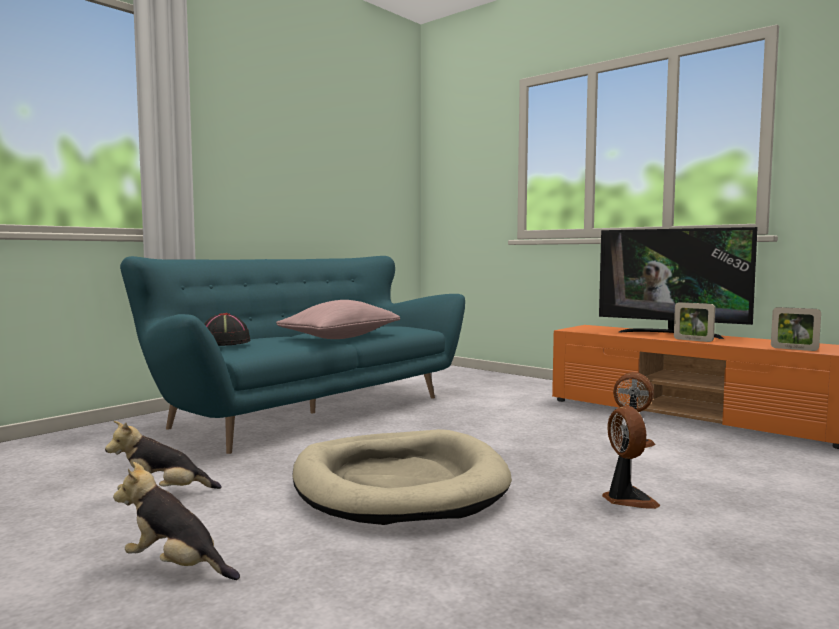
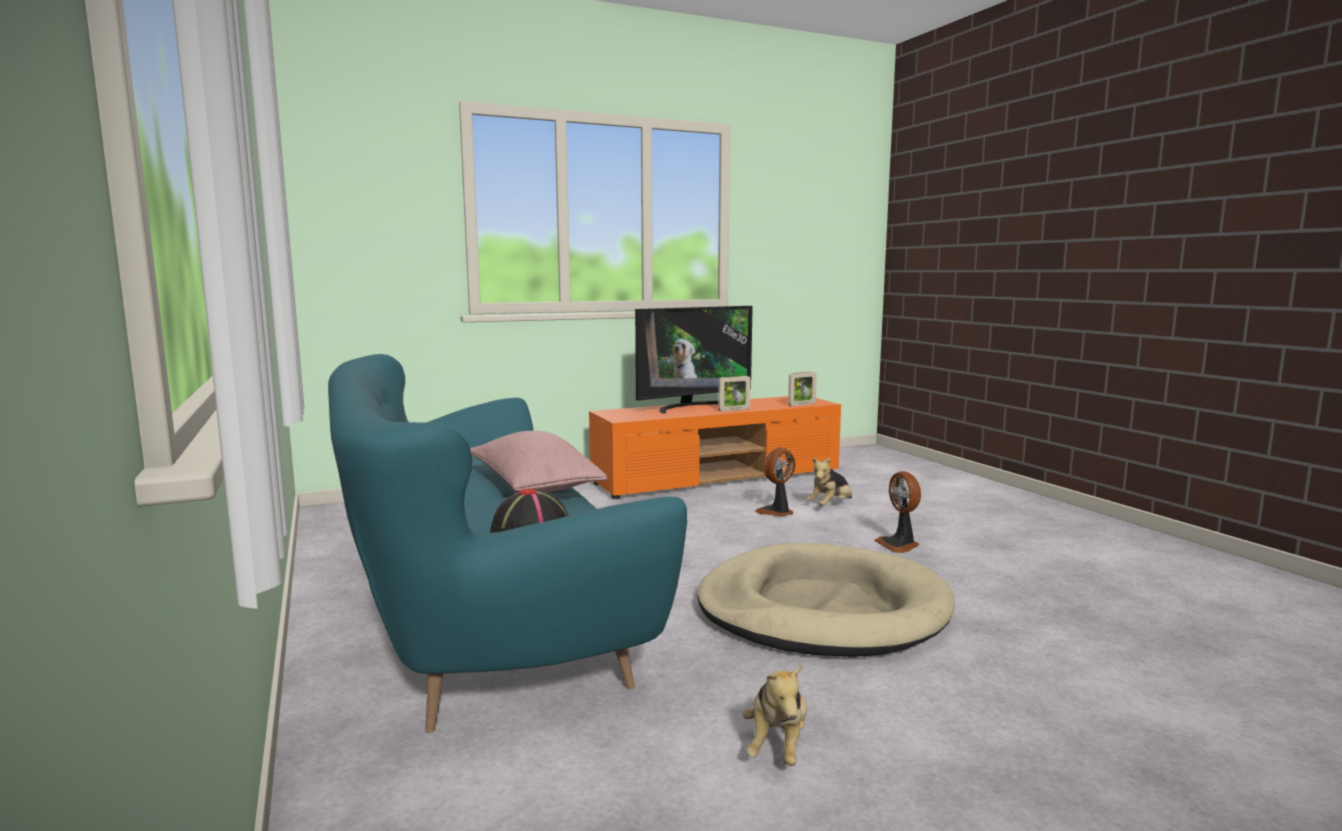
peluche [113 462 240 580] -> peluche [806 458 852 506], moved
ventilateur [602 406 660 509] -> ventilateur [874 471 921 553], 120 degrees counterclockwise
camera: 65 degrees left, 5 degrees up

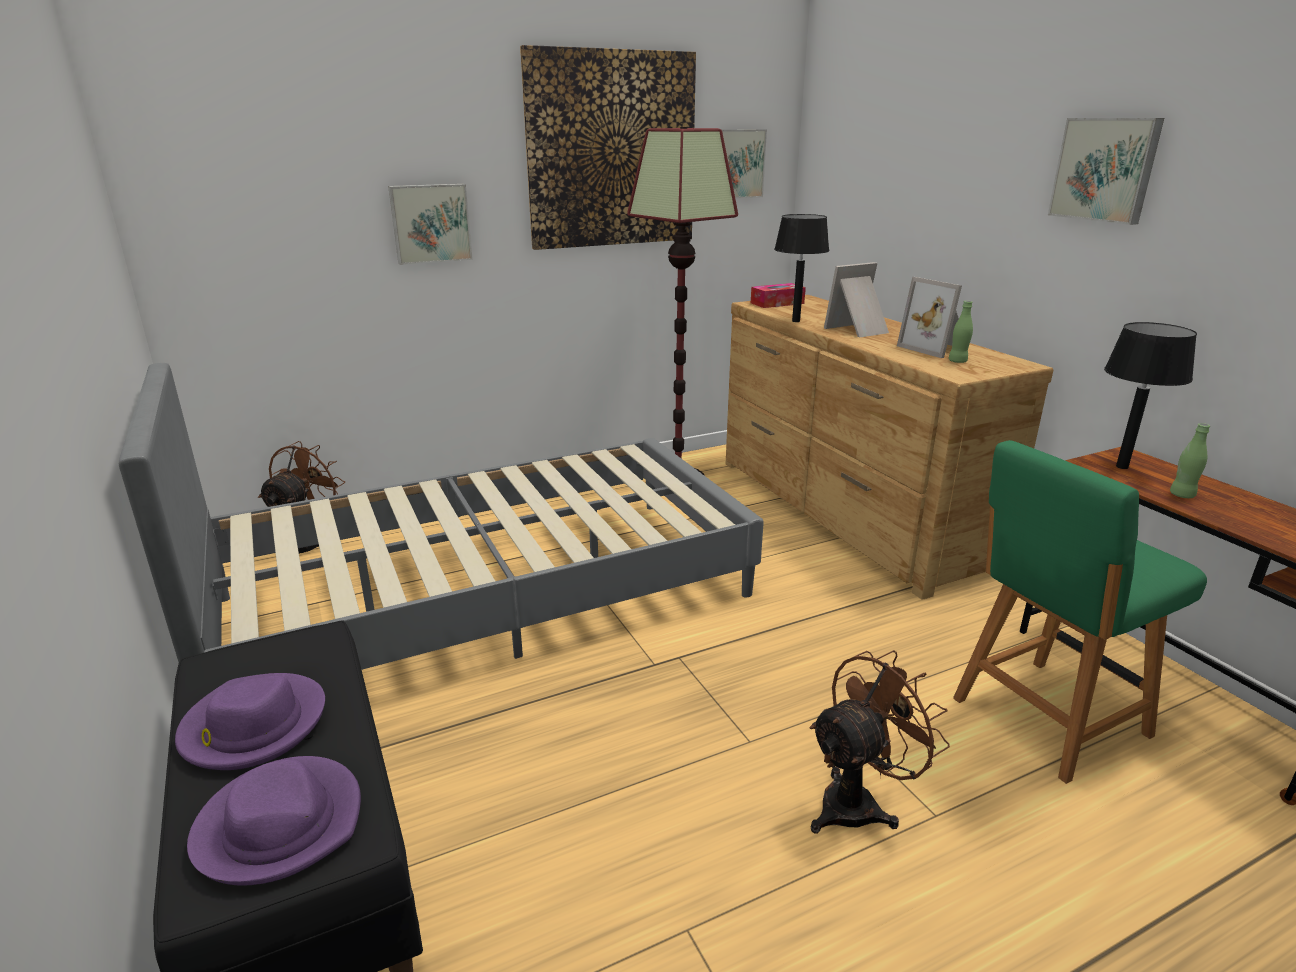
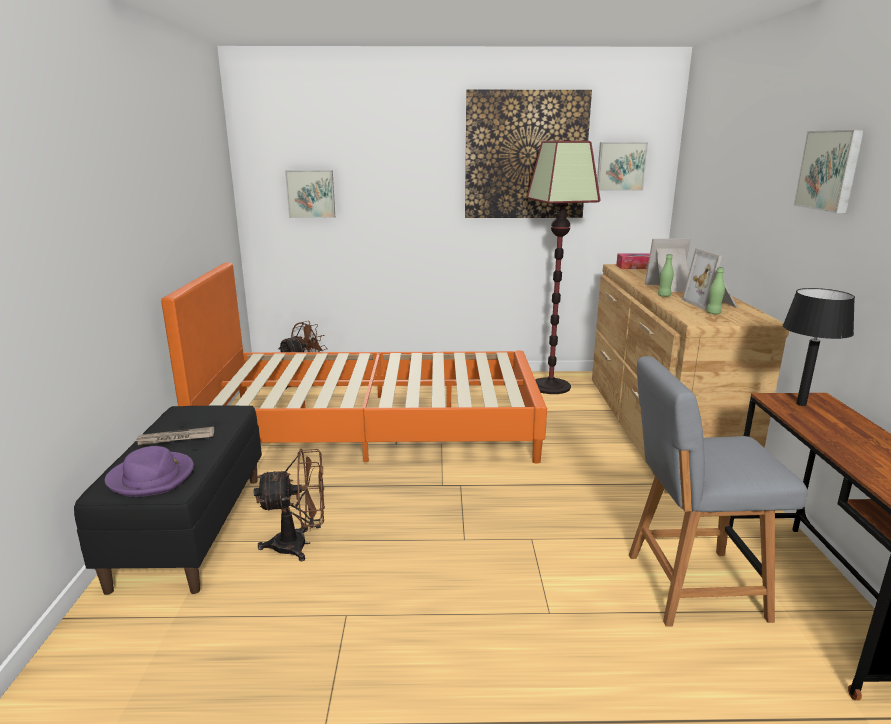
lampe de table [noir] [774 214 829 322] -> none
tableau [388 184 473 265] -> tableau [285 170 335 218], moved
ventilateur [marron] [810 650 950 833] -> ventilateur [marron] [254 449 325 561], moved
bouteille [vert] [1170 423 1210 498] -> bouteille [vert] [658 254 674 297], moved
chapeau [violet] [175 673 325 770] -> journal [135 427 214 445]
lit [gris] [119 363 764 670] -> lit [orange] [161 263 547 463]
chaise [vert] [953 440 1207 784] -> chaise [gris] [629 356 808 627]
camera: 25 degrees right, 5 degrees down

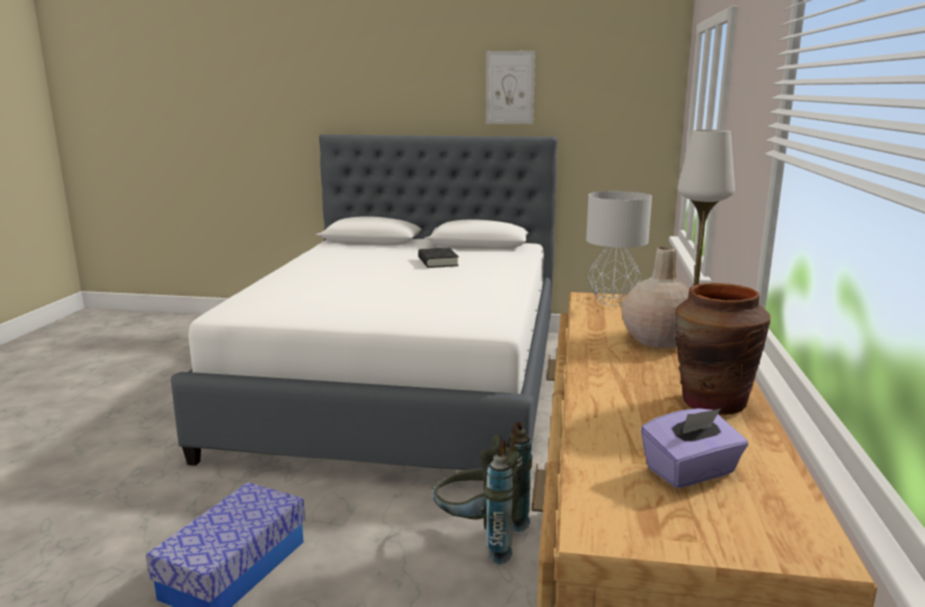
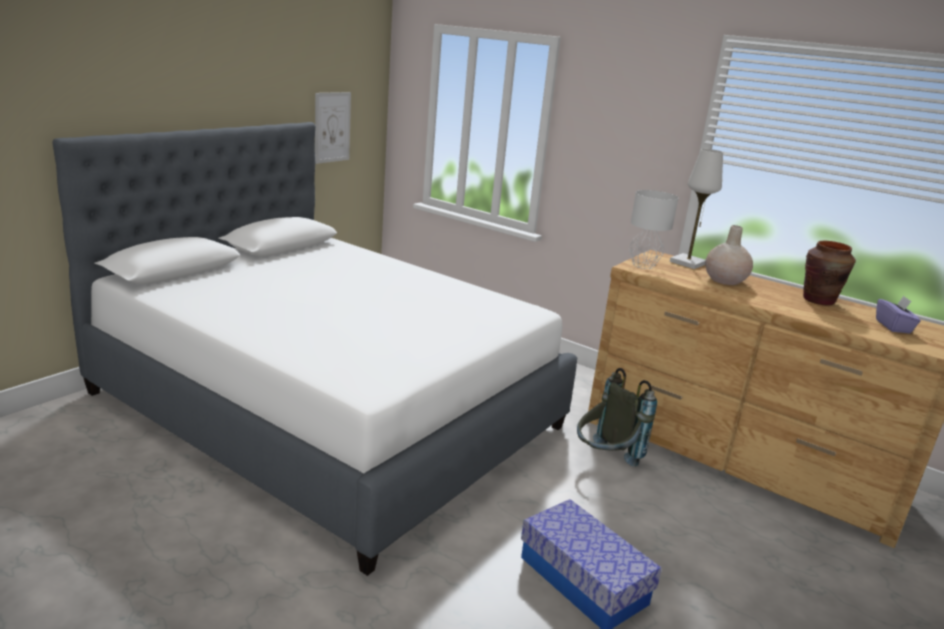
livre [noir] [418 247 459 268] -> none
tableau [486 51 535 124] -> tableau [315 92 351 164], moved
camera: 65 degrees left, 5 degrees up

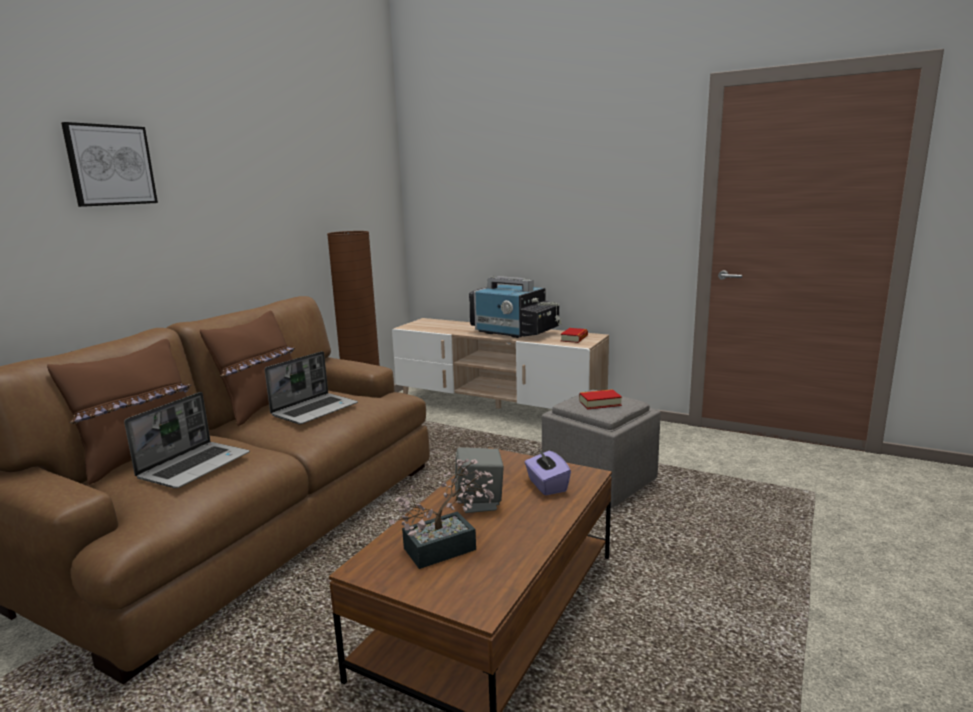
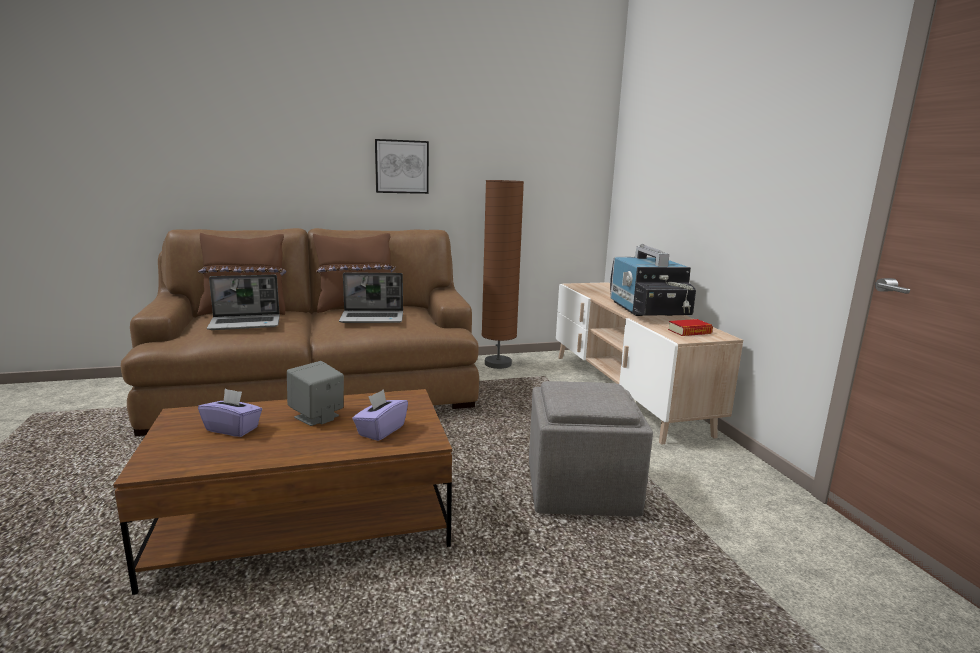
livre [579 389 622 409] -> none
tableau [61 122 158 207] -> tableau [375 139 429 194], moved
plante en pot [388 459 494 569] -> boîte à mouchoirs [violet] [198 388 262 437]
camera: 45 degrees right, 0 degrees up

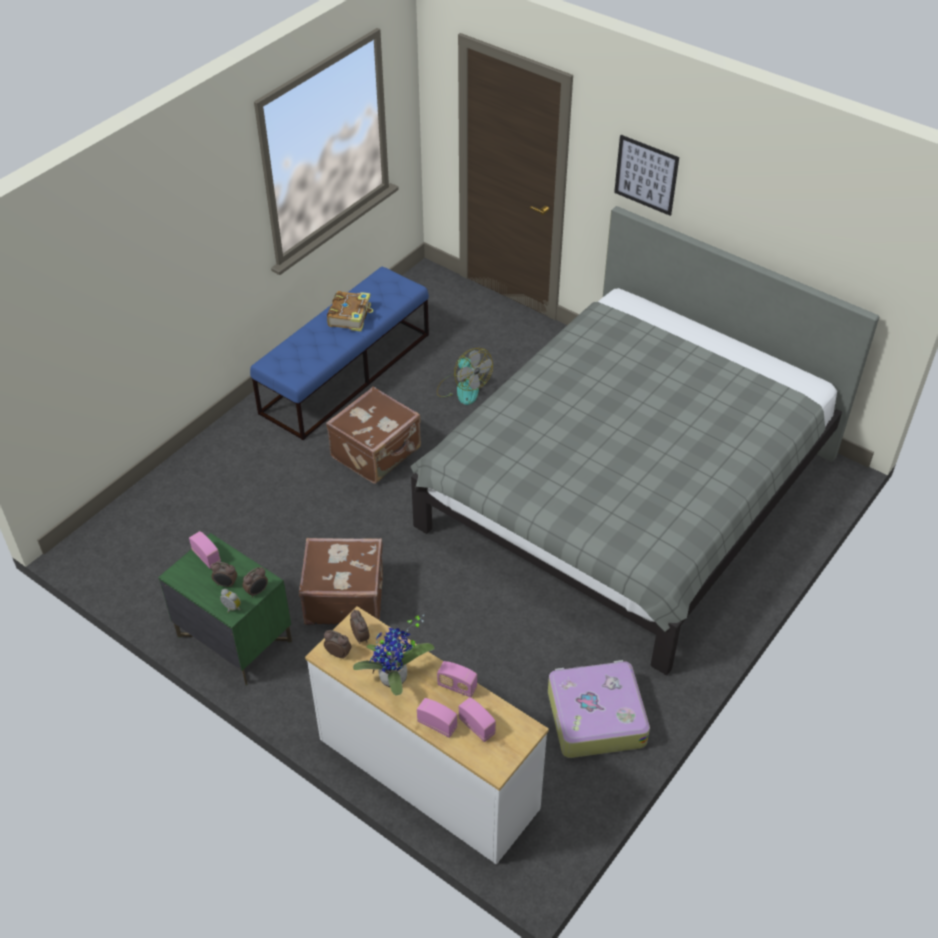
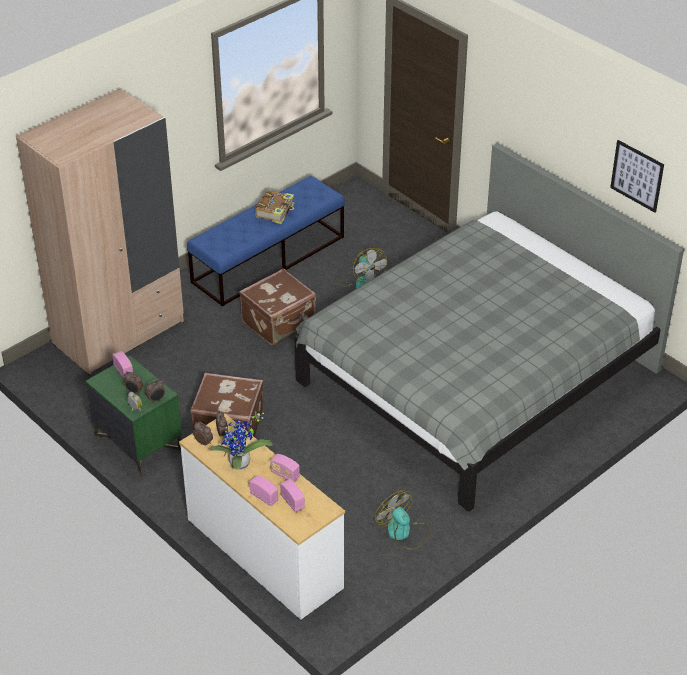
none -> armoire [beige] [16 88 184 375]
tableau [614 135 679 216] -> tableau [610 140 664 213], moved
valise [548 660 650 758] -> ventilateur [375 490 430 550]
camera: 10 degrees right, 5 degrees down

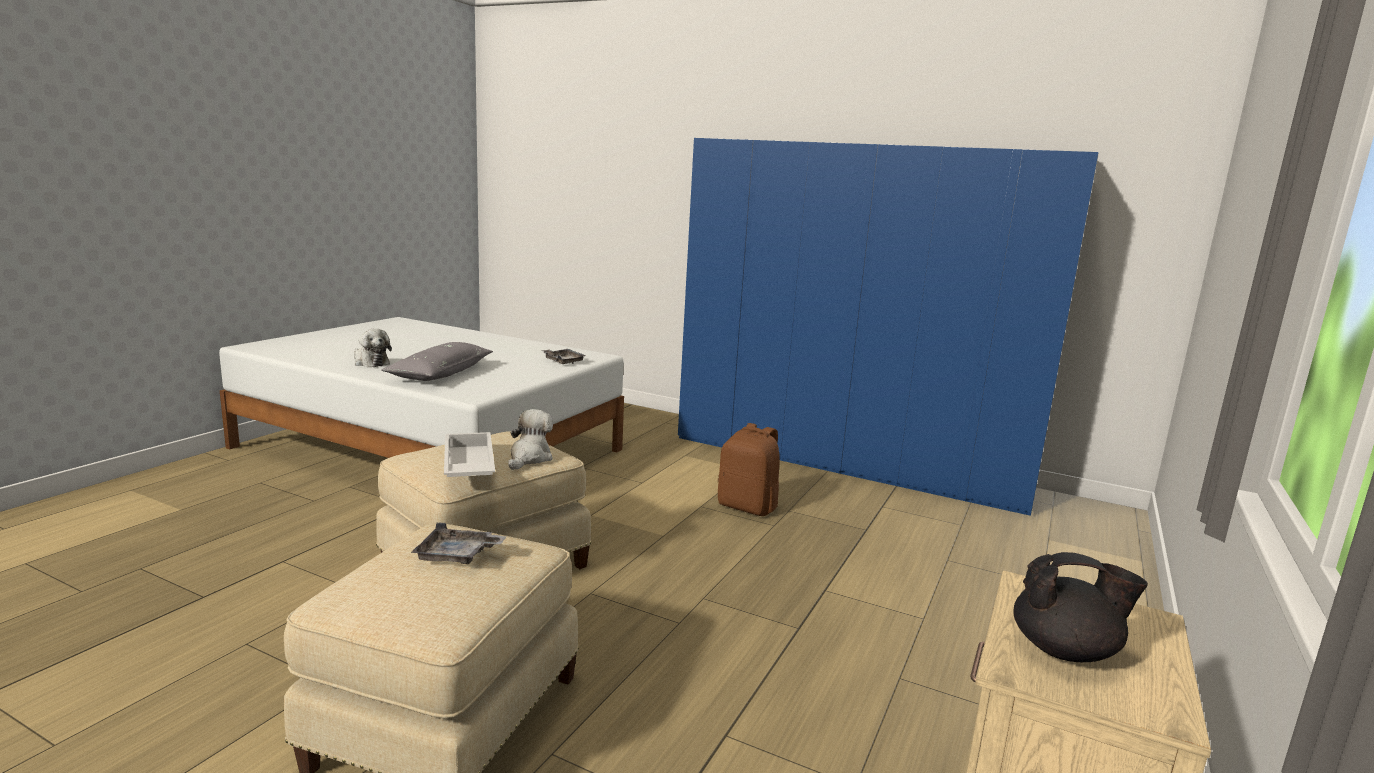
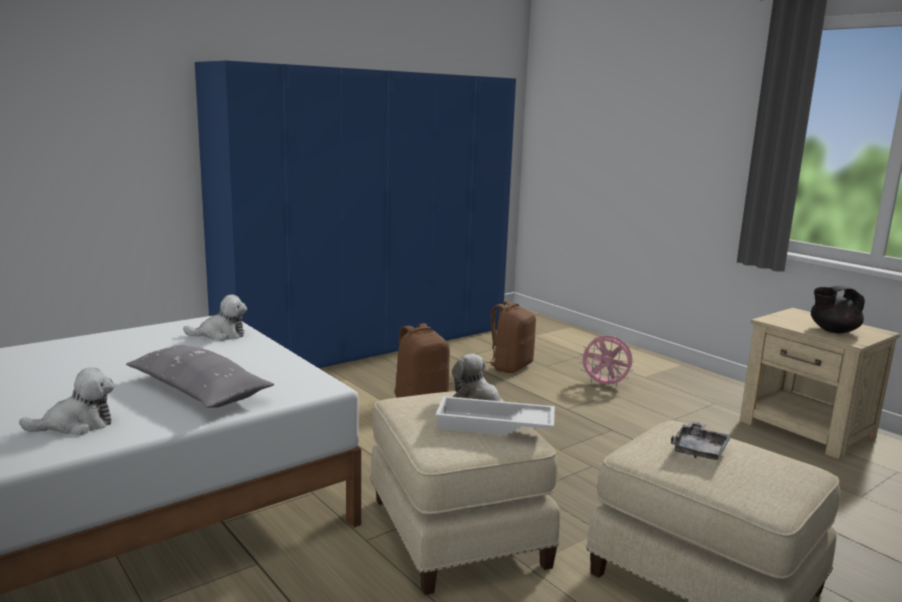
none -> sac à dos [marron] [485 301 536 373]
none -> ventilateur [rose] [579 335 634 388]
plateau [gris] [540 349 586 364] -> peluche [183 295 247 341]
théière [noir] [1013 552 1148 662] -> théière [noir] [811 285 865 334], 135 degrees counterclockwise
camera: 65 degrees left, 0 degrees up

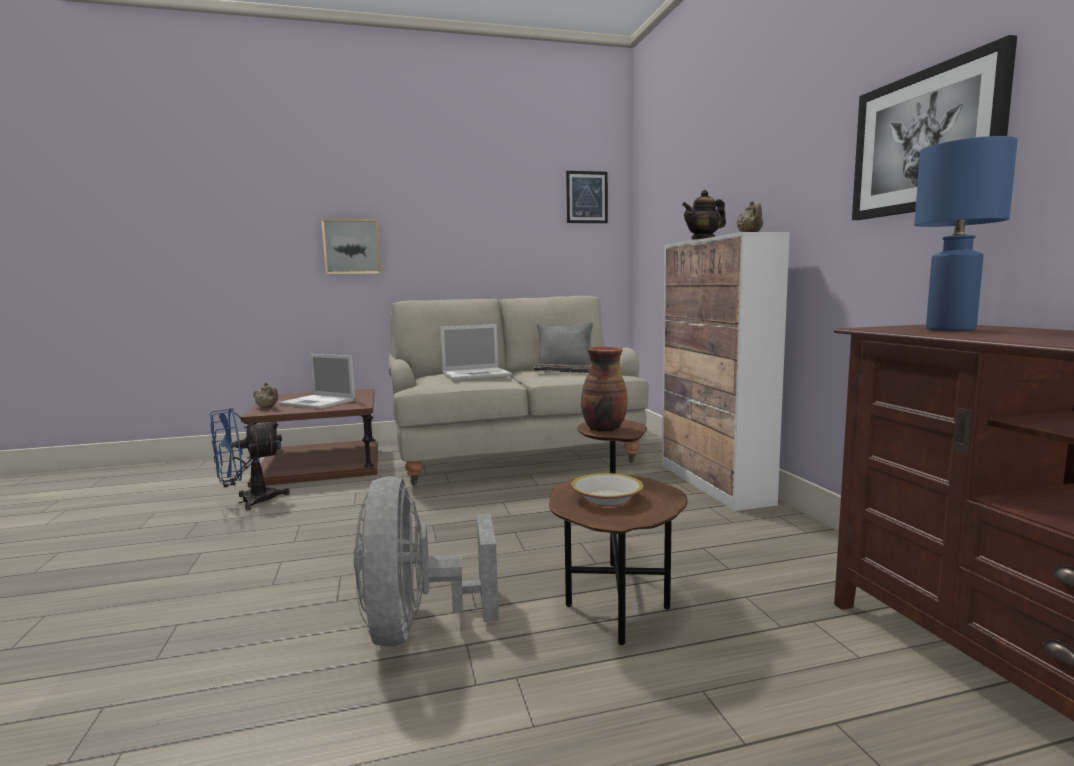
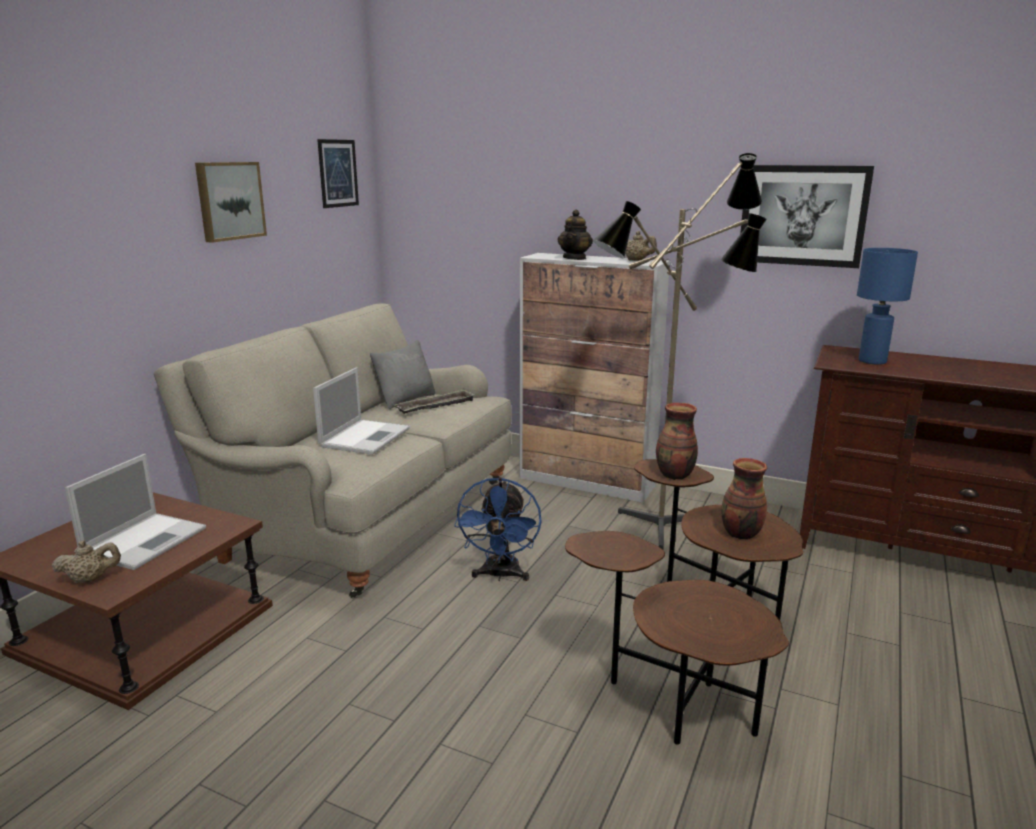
none -> lampadaire [593 153 767 550]
ventilateur [bleu] [210 408 290 510] -> ventilateur [bleu] [454 477 542 581], moved
tableau [321 219 381 274] -> tableau [195 162 267 243], moved
ventilateur [gris] [354 476 499 647] -> table d'appoint [marron] [565 531 789 745]
bol [571 473 644 506] -> vase [721 458 767 540]
ordinateur portable [279 354 355 409] -> ordinateur portable [65 454 206 570], 45 degrees counterclockwise
camera: 50 degrees left, 10 degrees up

